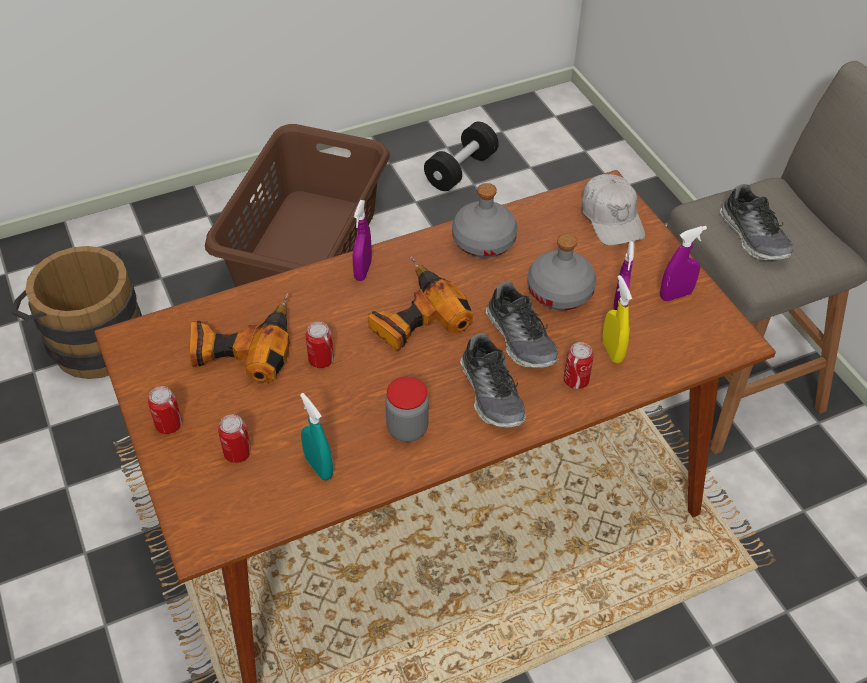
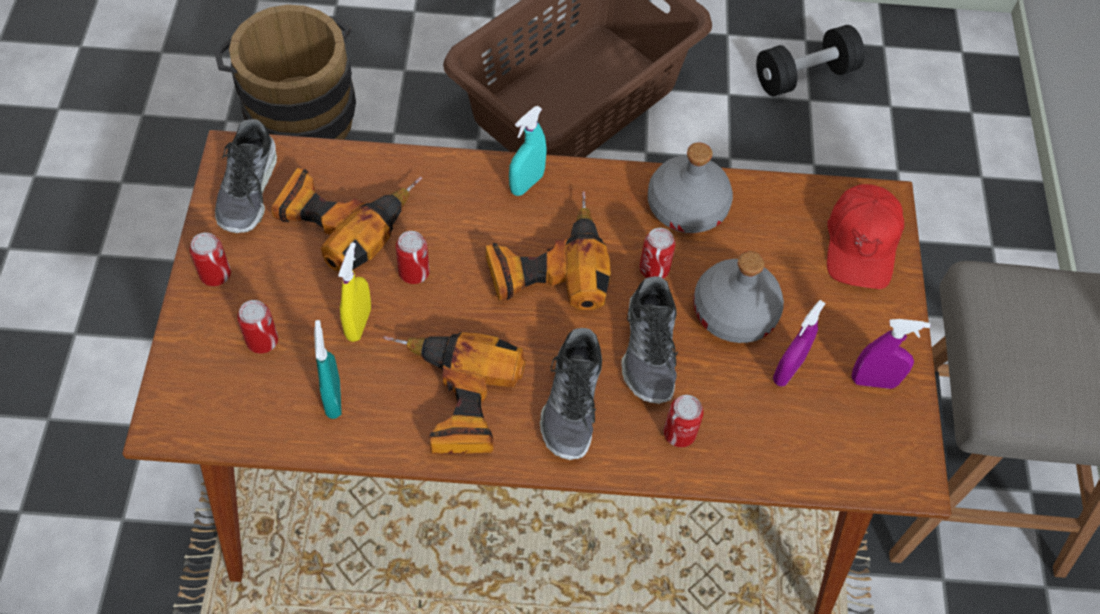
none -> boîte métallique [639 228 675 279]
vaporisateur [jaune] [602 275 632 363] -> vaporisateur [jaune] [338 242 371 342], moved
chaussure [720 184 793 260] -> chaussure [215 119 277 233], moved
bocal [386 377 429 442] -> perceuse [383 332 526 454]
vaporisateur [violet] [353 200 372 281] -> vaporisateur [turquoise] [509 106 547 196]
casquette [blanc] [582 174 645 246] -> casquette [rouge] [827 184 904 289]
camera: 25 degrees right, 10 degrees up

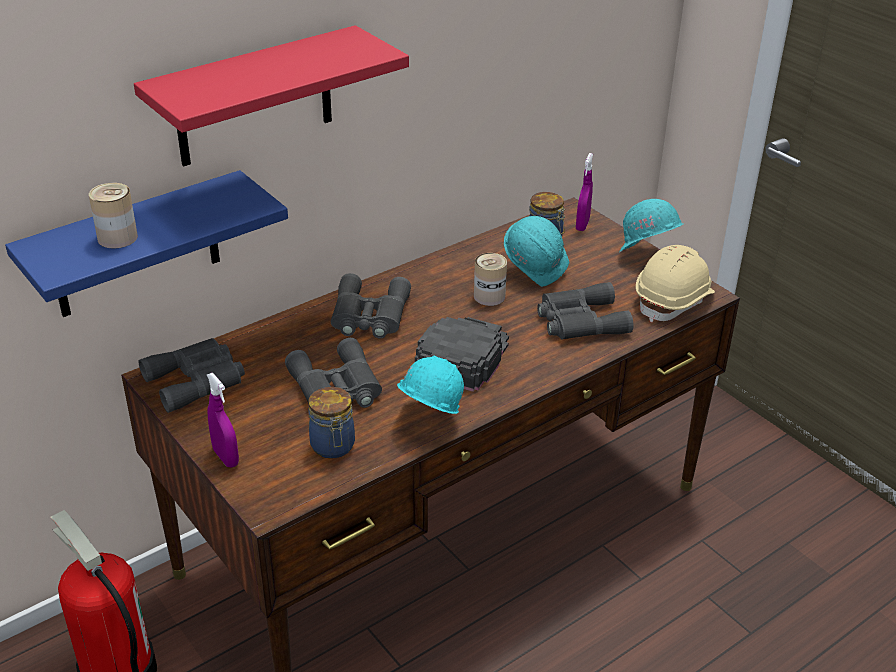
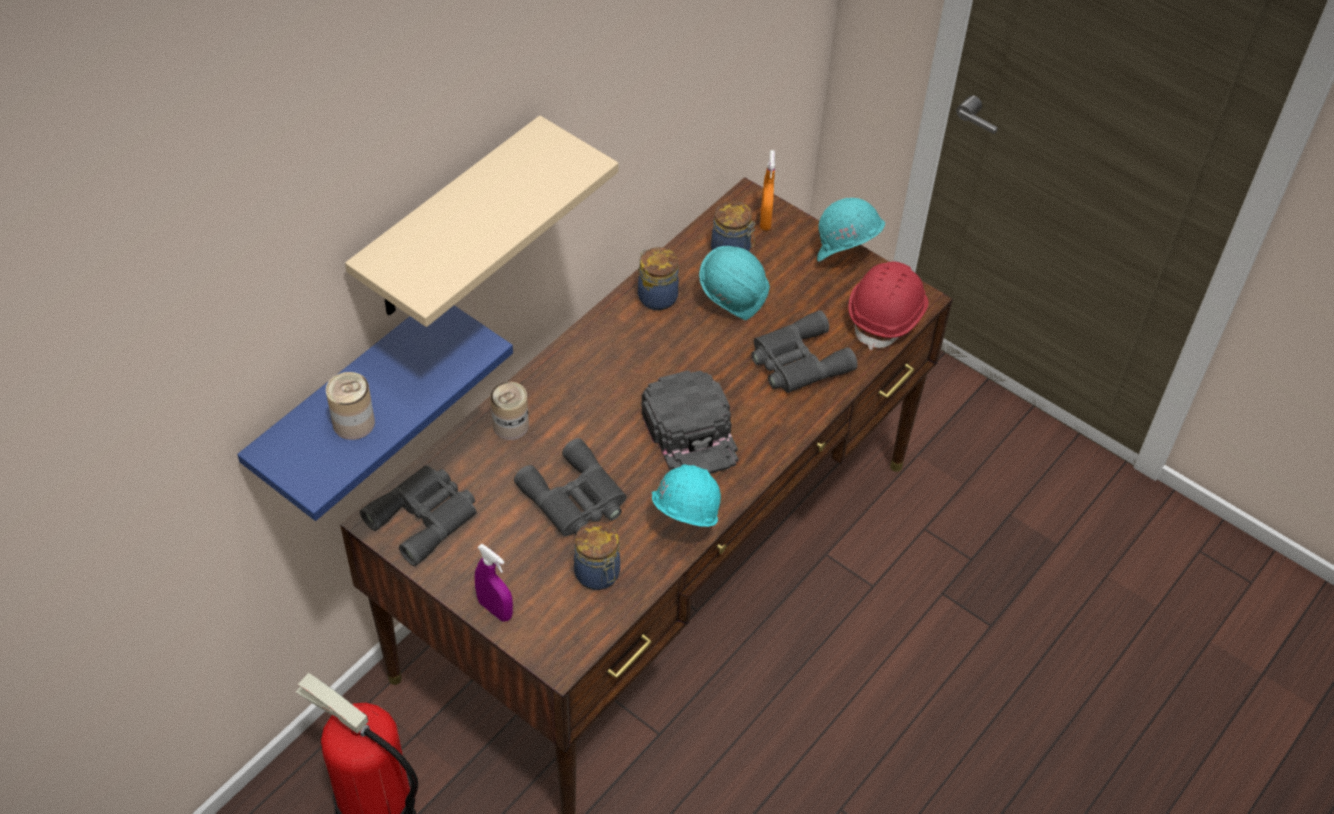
jumelles [gris] [331 273 411 338] -> none
none -> bocal [638 247 679 310]
boîte métallique [474 253 507 306] -> boîte métallique [490 382 529 440], moved
étagère [rouge] [134 25 409 167] -> étagère [beige] [345 115 618 327]
vaporisateur [violet] [576 153 593 231] -> vaporisateur [orange] [760 150 775 231]
casque de chantier [beige] [636 245 715 322] -> casque de chantier [rouge] [848 261 929 350]
casquette [noir] [415 317 509 392] -> casquette [noir] [642 370 738 474], 150 degrees clockwise
camera: 15 degrees left, 15 degrees up

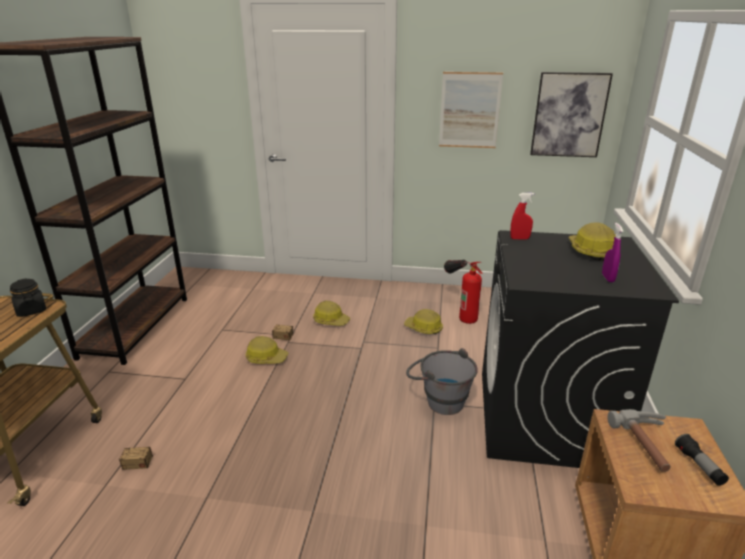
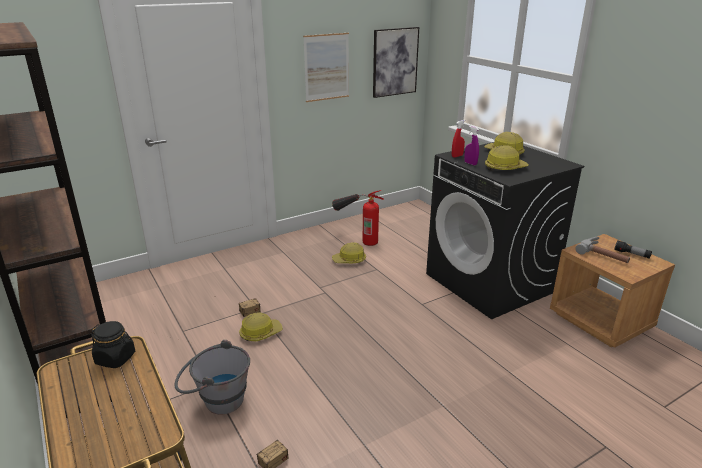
casque de chantier [313 301 351 326] -> casque de chantier [485 145 529 171], moved
seau [gris] [406 348 478 415] -> seau [gris] [174 340 250 414], moved
vaporisateur [violet] [602 223 624 282] -> vaporisateur [violet] [464 126 479 165], moved
camera: 40 degrees left, 0 degrees up

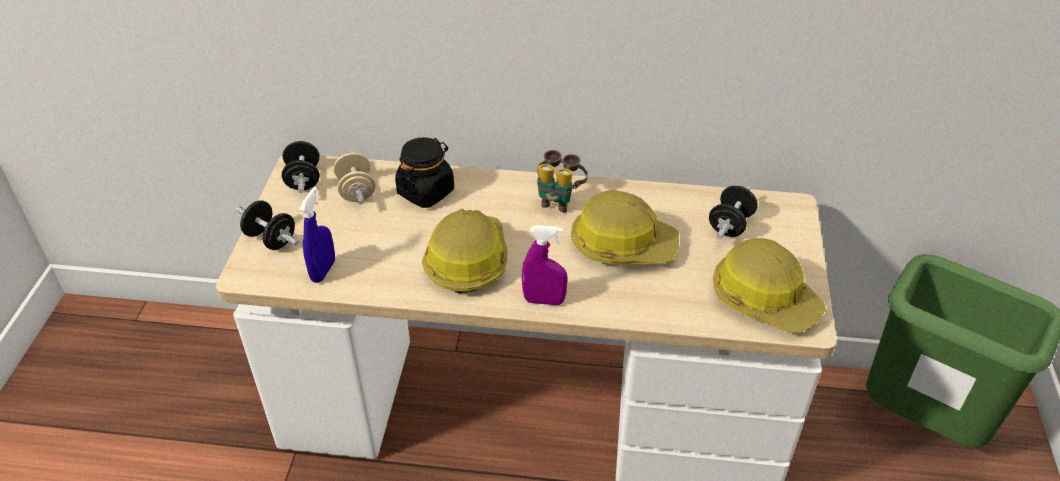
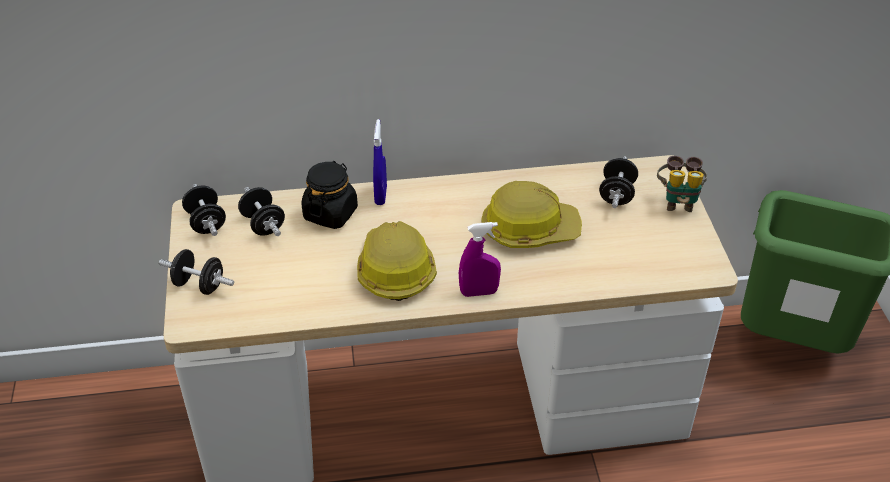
casque de chantier [713 238 826 333] -> none
vaporisateur [bleu] [299 187 335 283] -> vaporisateur [bleu] [373 119 387 205], moved
jumelles [537 150 588 213] -> jumelles [657 156 707 212], moved
haltère [beige] [334 151 375 204] -> haltère [noir] [238 187 285 236]
camera: 15 degrees left, 0 degrees up

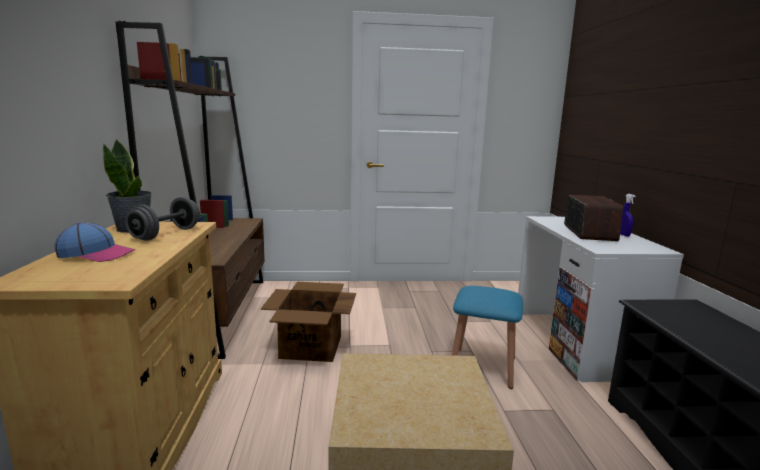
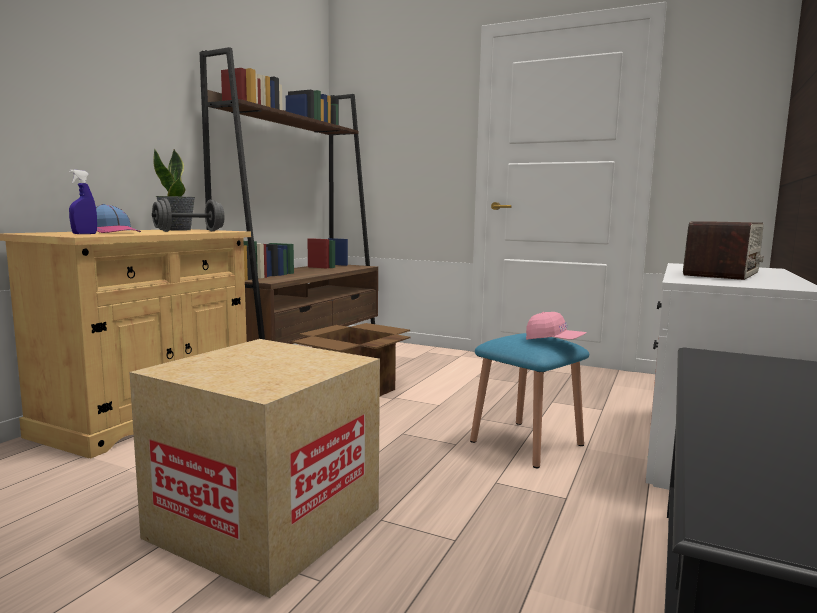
none -> casquette [rose] [526 312 587 340]
vaporisateur [bleu] [620 194 635 237] -> vaporisateur [bleu] [69 169 97 234], moved
camera: 30 degrees right, 5 degrees down

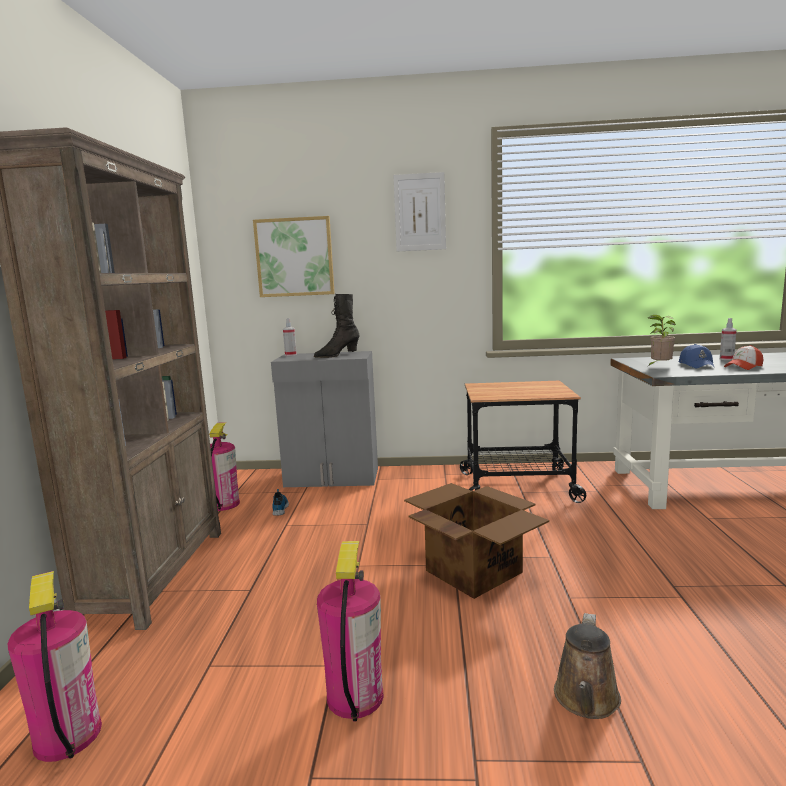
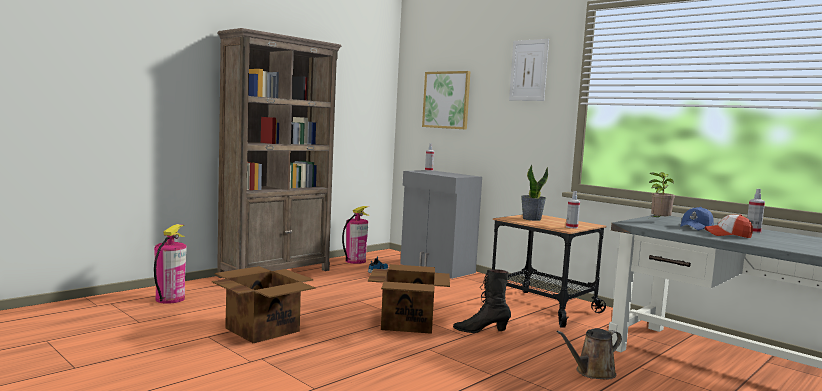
none -> plante en pot [521 164 548 221]
none -> vaporisateur [566 191 580 229]
botte [noir] [314 294 359 358] -> botte [noir] [453 269 511 333], moved
arrosoir [marron] [554 613 621 719] -> arrosoir [marron] [557 328 622 380], moved
extincteur [317 541 384 722] -> carton [212 266 315 343]
camera: 40 degrees right, 5 degrees down

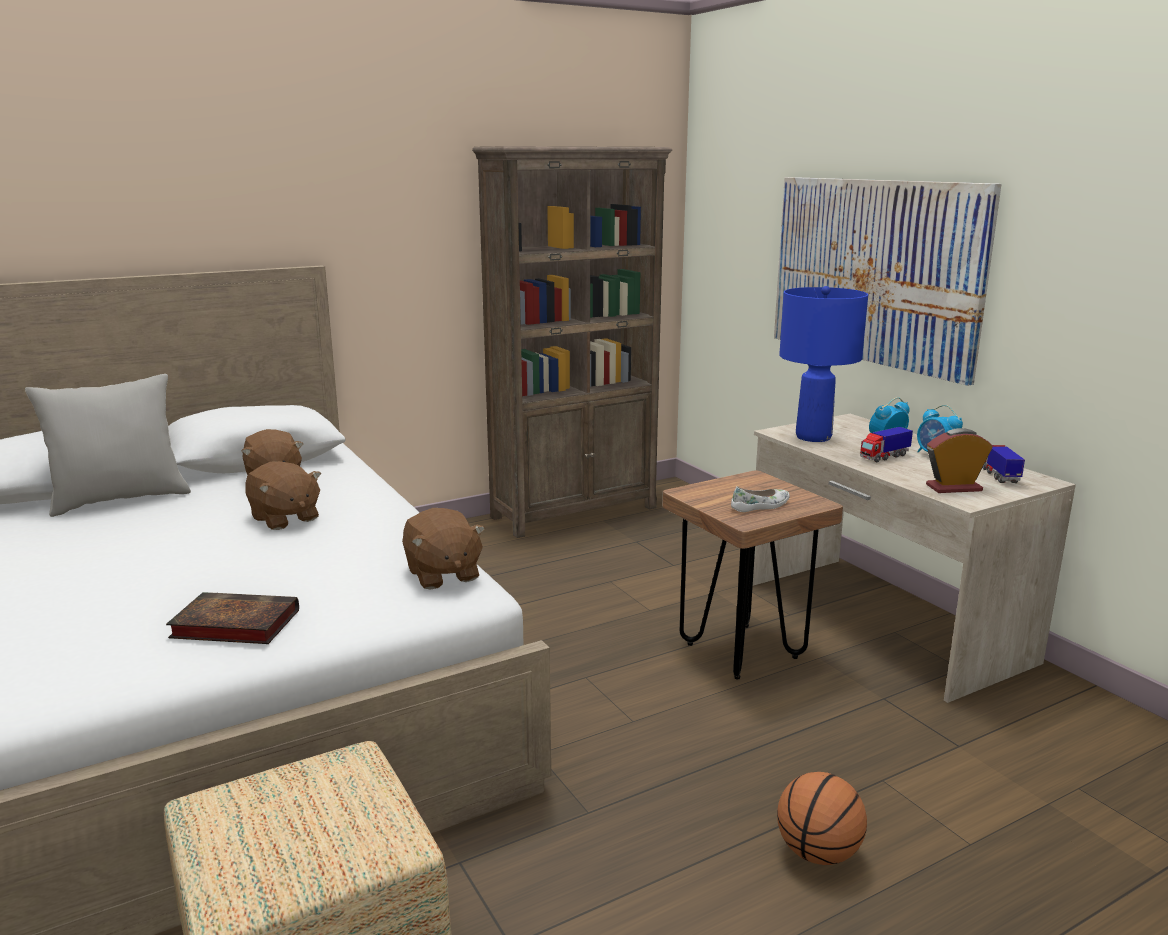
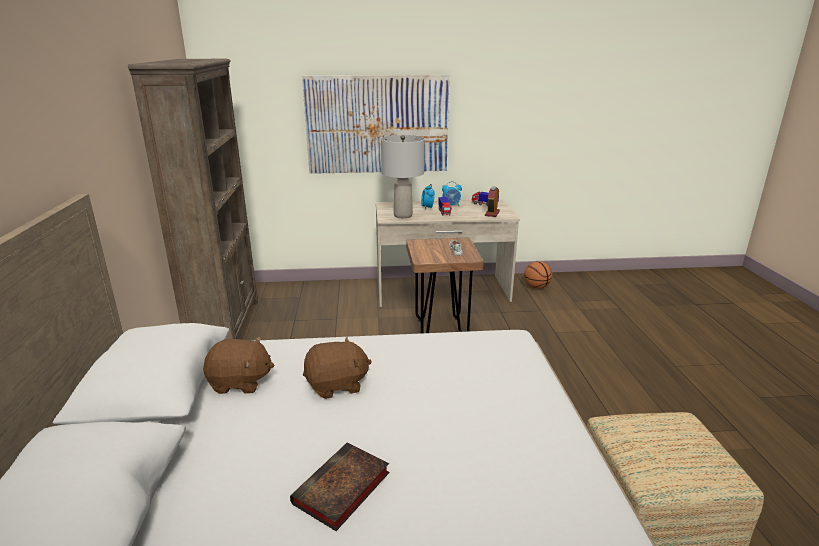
coussin [gris] [25 374 191 517] -> none
peluche [marron] [402 508 485 590] -> none
livre [166 592 299 644] -> livre [290 443 389 531], moved
ballon de basket [777 772 867 865] -> ballon de basket [524 261 552 289], moved
lampe de table [bleu] [779 286 868 442] -> lampe de table [gris] [381 135 425 218]
camera: 65 degrees left, 5 degrees up

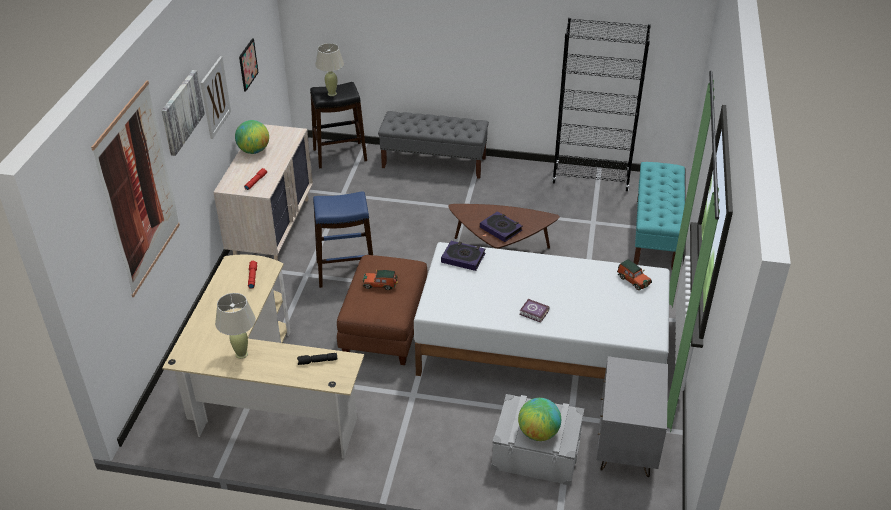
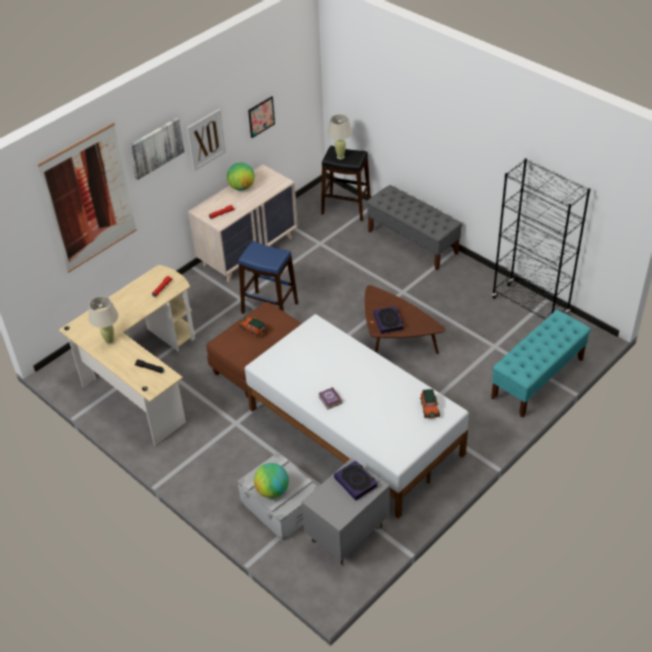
livre [441 241 485 271] -> livre [334 460 378 500], moved
camera: 35 degrees right, 5 degrees up

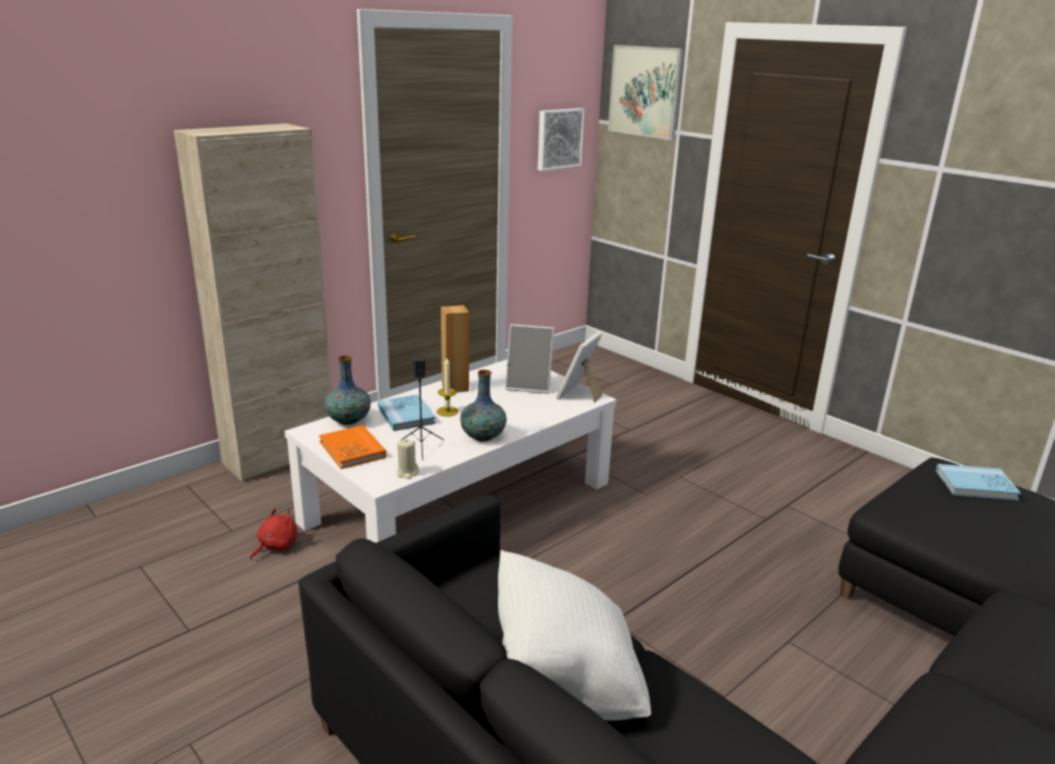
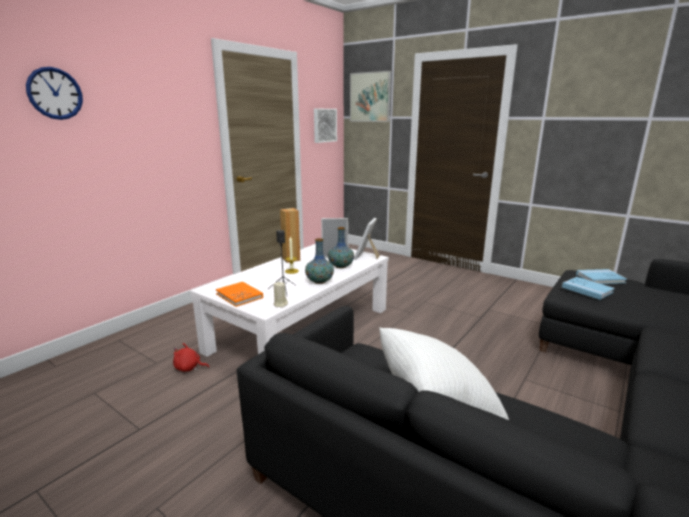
meuble de rangement [beige] [174 123 332 482] -> none
none -> horloge murale [26 67 83 120]
vase [325 356 371 425] -> vase [328 227 354 268], moved
livre [bleu] [378 394 436 431] -> livre [bleu] [562 277 615 300], moved
peluche [rouge] [250 508 297 559] -> peluche [rouge] [173 343 209 371], 105 degrees counterclockwise
camera: 10 degrees left, 5 degrees down

